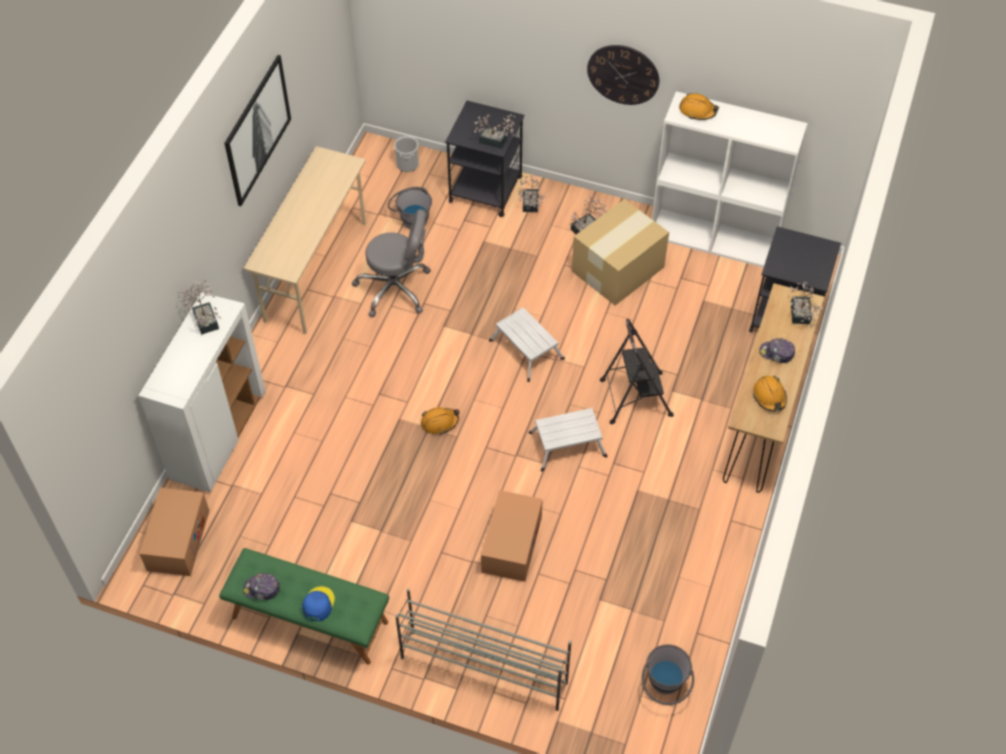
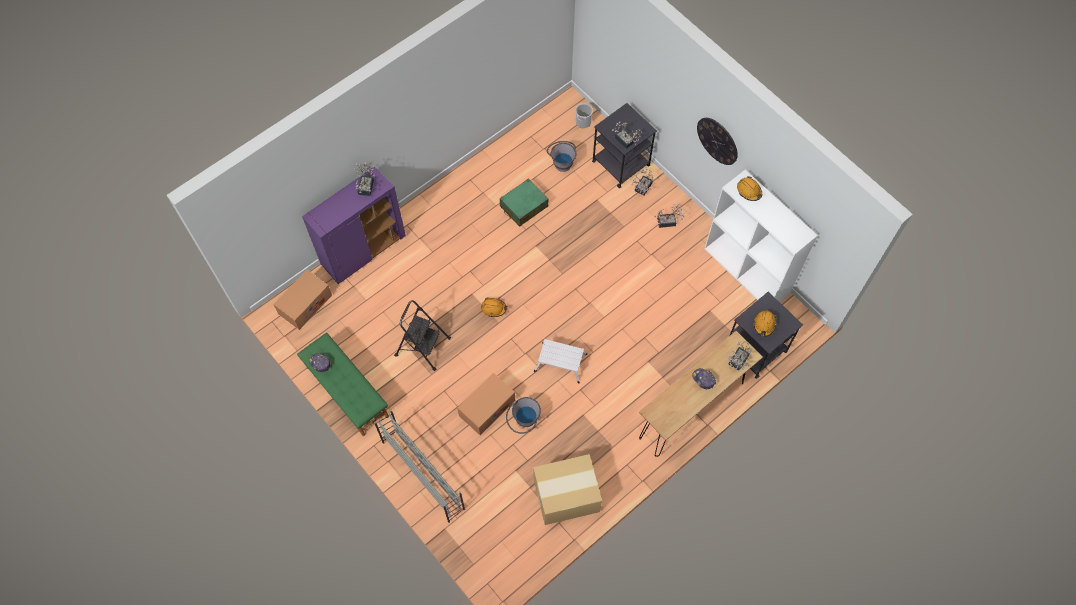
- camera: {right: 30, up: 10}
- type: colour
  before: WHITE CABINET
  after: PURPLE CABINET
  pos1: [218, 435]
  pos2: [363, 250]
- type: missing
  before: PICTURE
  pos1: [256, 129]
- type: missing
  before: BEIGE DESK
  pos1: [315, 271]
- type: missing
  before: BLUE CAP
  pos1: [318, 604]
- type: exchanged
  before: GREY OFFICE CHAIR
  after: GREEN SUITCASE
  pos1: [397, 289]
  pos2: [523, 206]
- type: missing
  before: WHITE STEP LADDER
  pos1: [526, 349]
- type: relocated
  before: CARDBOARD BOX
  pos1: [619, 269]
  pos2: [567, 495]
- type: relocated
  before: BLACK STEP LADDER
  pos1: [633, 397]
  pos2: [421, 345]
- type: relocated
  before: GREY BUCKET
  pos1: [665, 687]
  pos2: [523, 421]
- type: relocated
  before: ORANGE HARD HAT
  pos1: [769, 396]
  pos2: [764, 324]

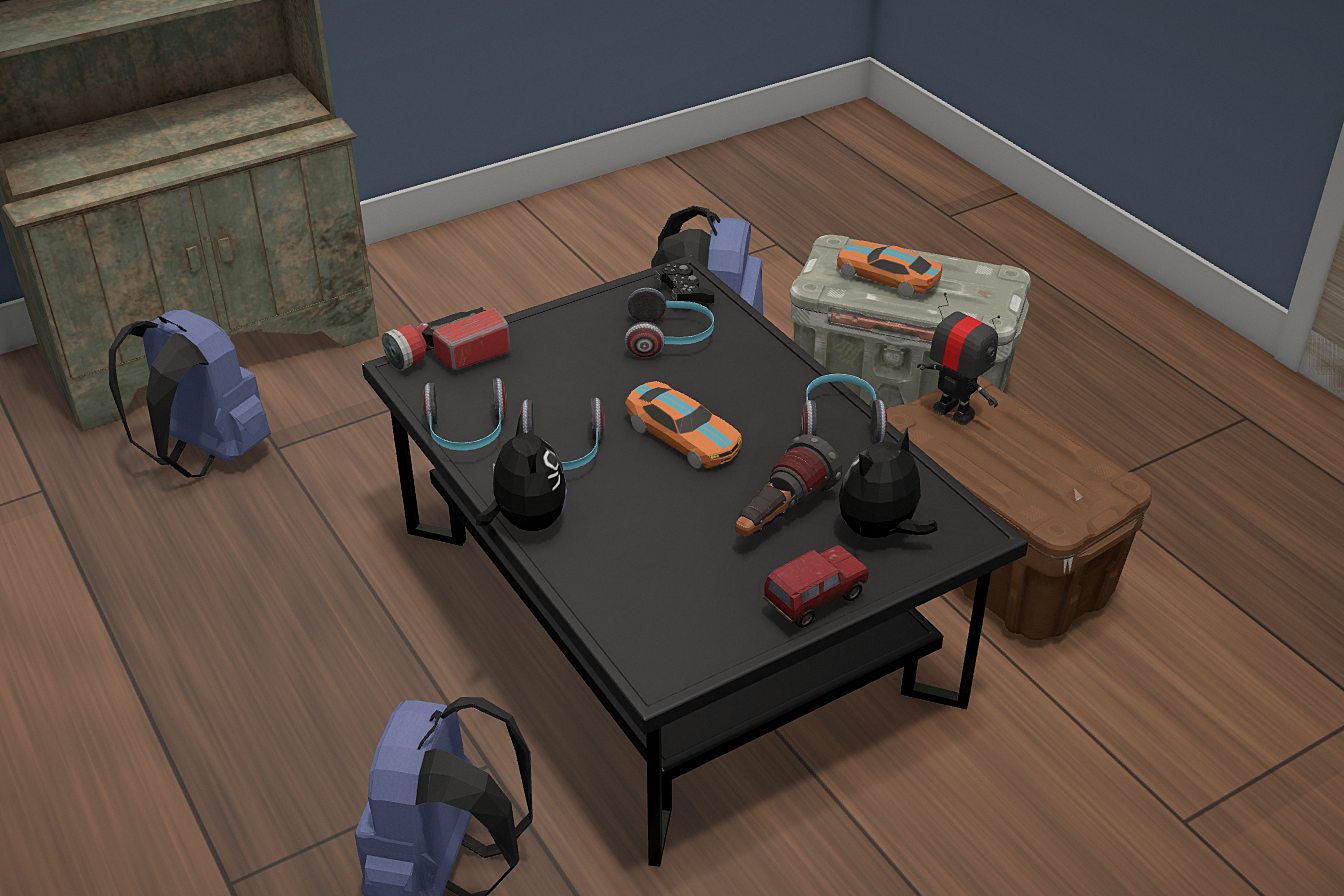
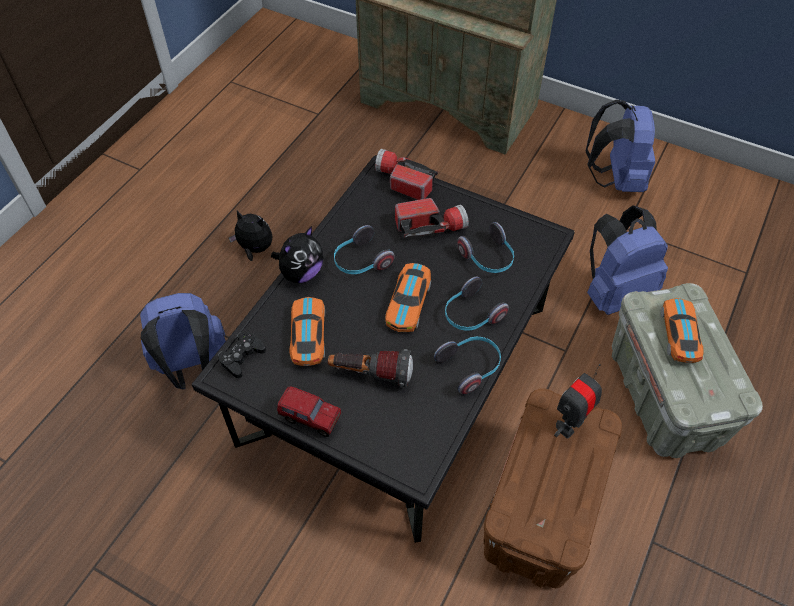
- camera: {right: 60, up: 15}
- type: relocated
  before: BLUE BACKPACK
  pos1: [205, 456]
  pos2: [615, 179]
- type: relocated
  before: HEADPHONES
  pos1: [467, 434]
  pos2: [471, 315]
- type: relocated
  before: BLACK GAME CONTROLLER
  pos1: [683, 293]
  pos2: [242, 357]
- type: relocated
  before: PLUSH TOY
  pos1: [880, 532]
  pos2: [255, 249]
- type: spun
  before: TOY ROBOT
  pos1: [954, 412]
  pos2: [570, 425]
  turn: -150
- type: appeared
  after: TOY CAR
  pos2: [308, 336]
- type: appeared
  after: FLASHLIGHT
  pos2: [430, 226]

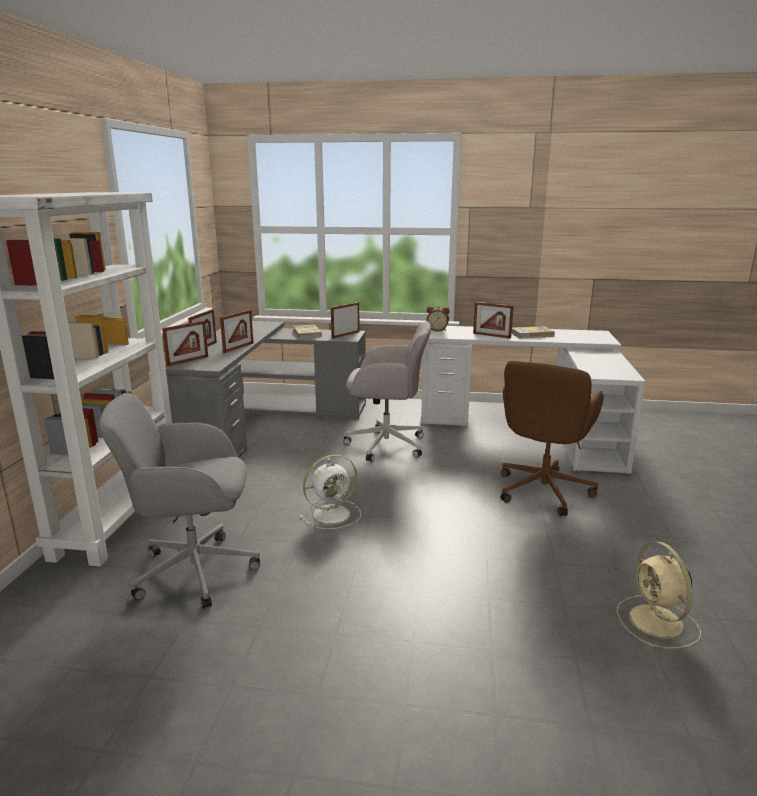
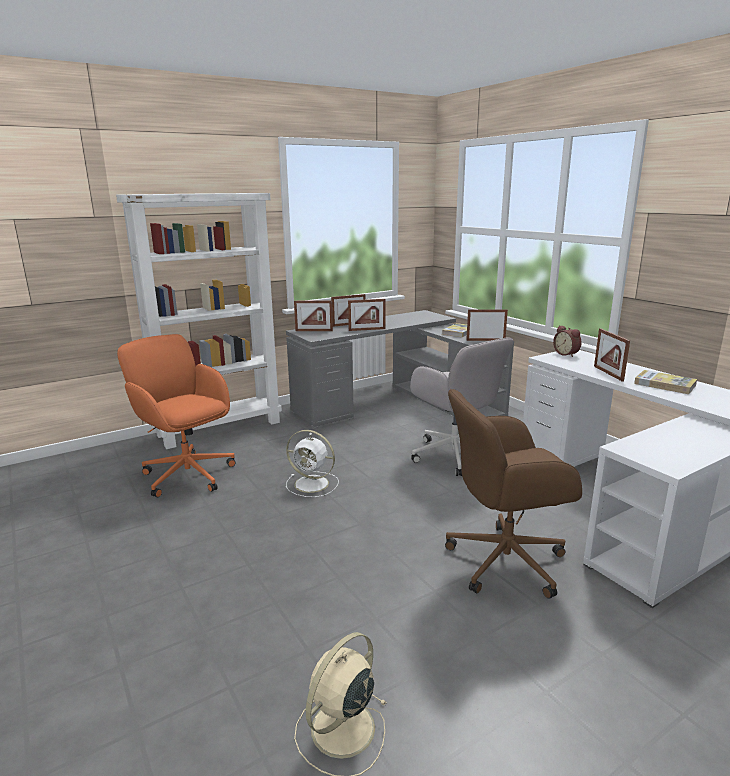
- camera: {right: 50, up: 0}
- type: colour
  before: GREY OFFICE CHAIR
  after: ORANGE OFFICE CHAIR
  pos1: [194, 571]
  pos2: [188, 475]

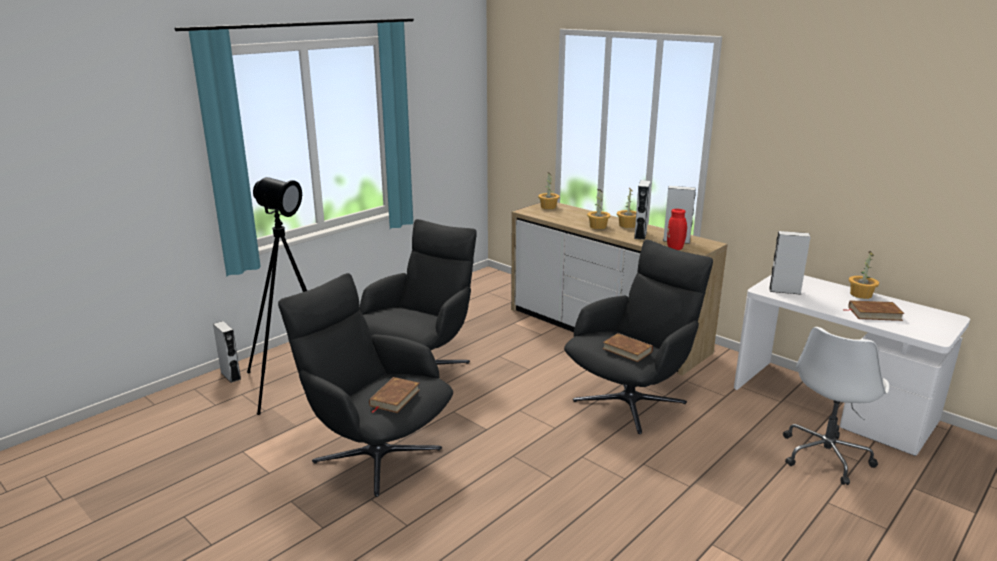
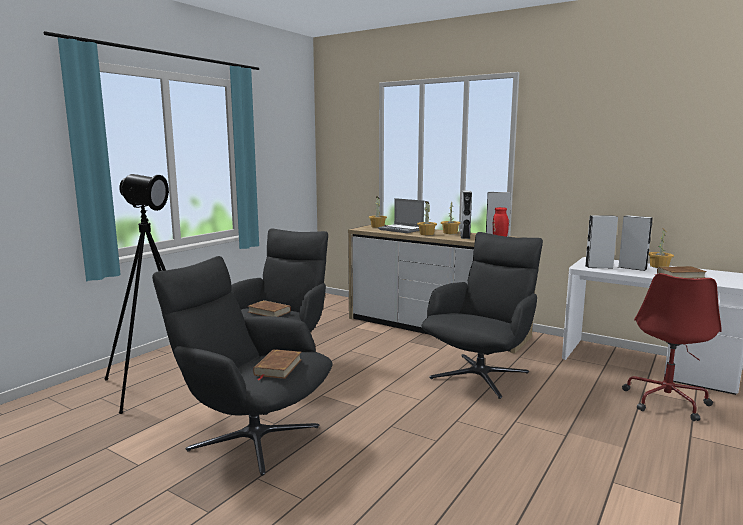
- camera: {right: -10, up: -10}
- type: relocated
  before: GREY SPEAKER
  pos1: [230, 376]
  pos2: [632, 268]
- type: relocated
  before: BROWN BOOK
  pos1: [627, 350]
  pos2: [269, 312]
- type: colour
  before: WHITE OFFICE CHAIR
  after: RED OFFICE CHAIR
  pos1: [824, 458]
  pos2: [666, 403]
- type: appeared
  after: LAPTOP
  pos2: [401, 230]

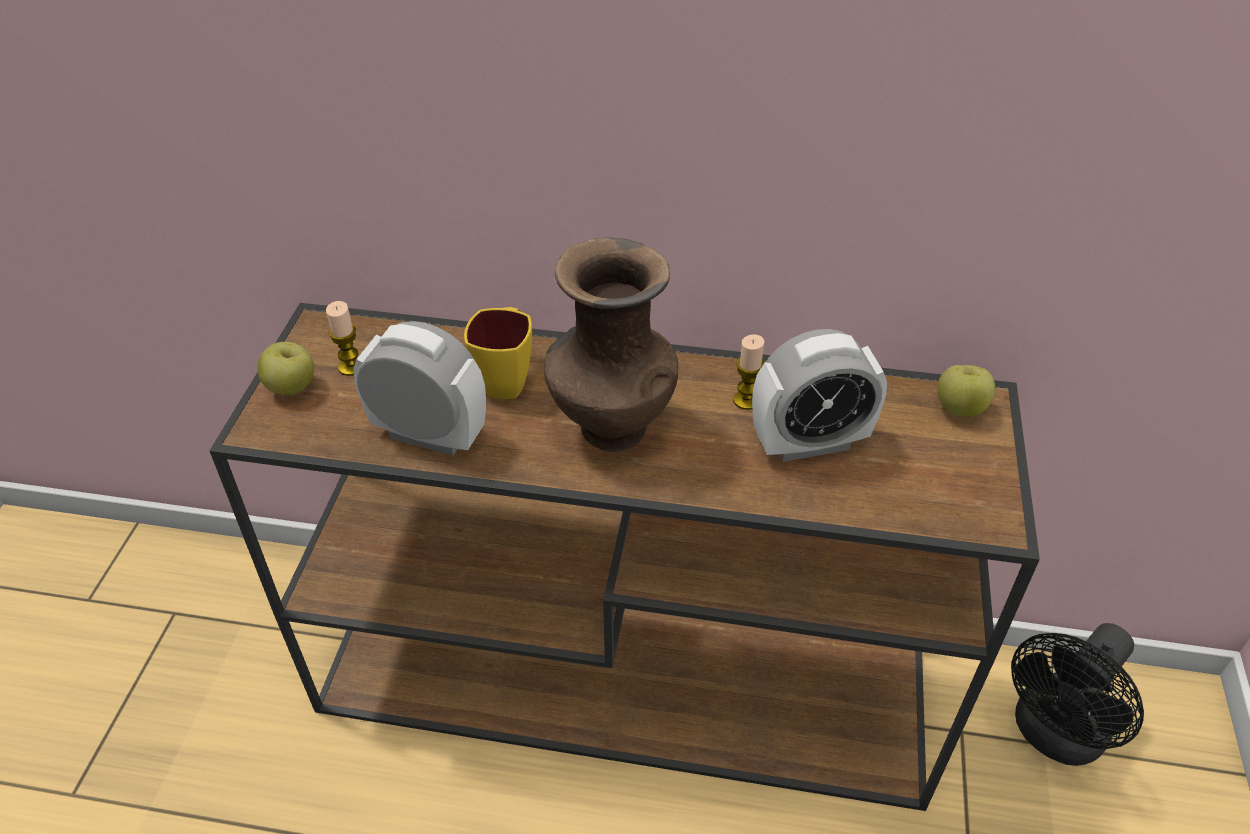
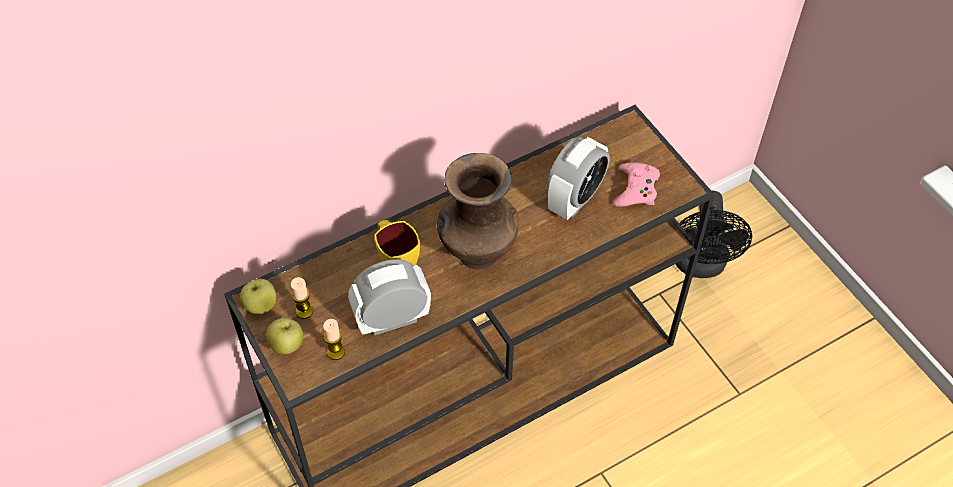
- camera: {right: -40, up: 10}
- type: relocated
  before: CANDLE
  pos1: [746, 400]
  pos2: [336, 352]
- type: relocated
  before: APPLE
  pos1: [959, 409]
  pos2: [261, 305]
- type: appeared
  after: PINK GAME CONTROLLER
  pos2: [636, 189]

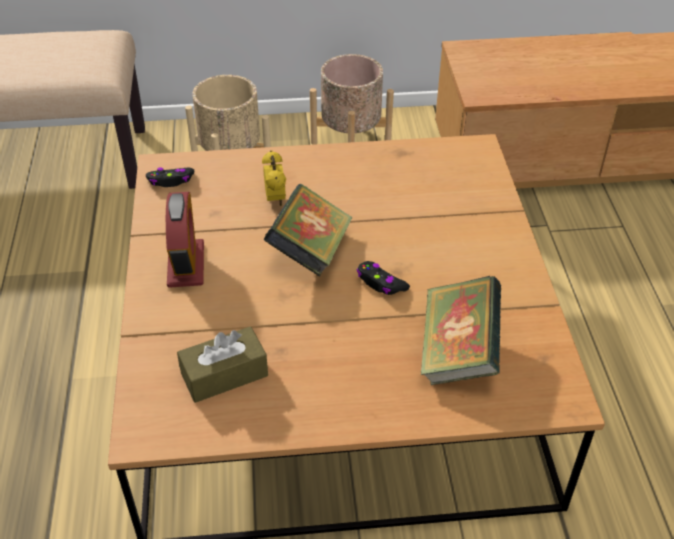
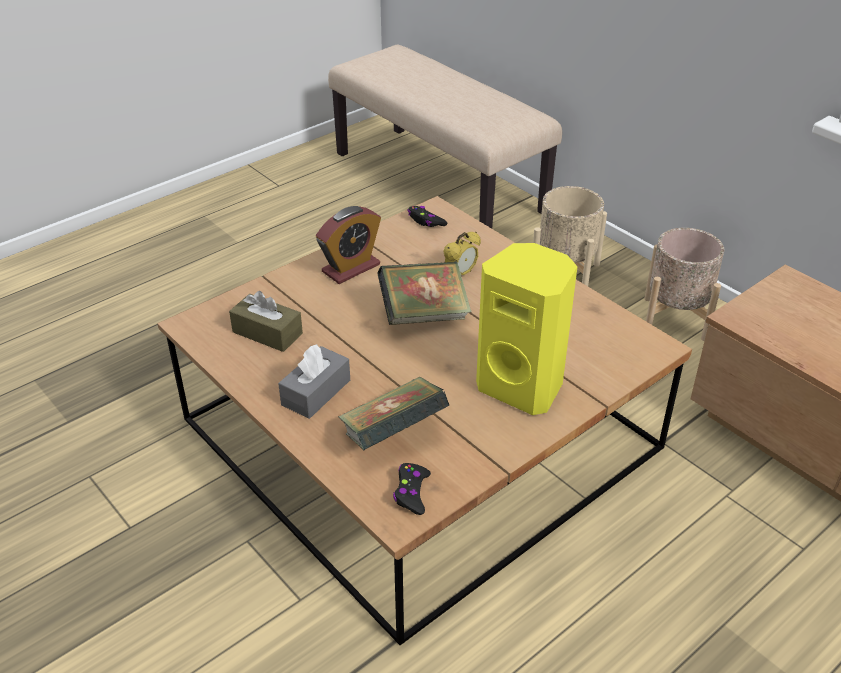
- camera: {right: 55, up: -5}
- type: relocated
  before: BLACK GAME CONTROLLER
  pos1: [381, 283]
  pos2: [411, 493]
- type: appeared
  after: GREY TISSUE BOX
  pos2: [316, 392]
- type: appeared
  after: YELLOW SPEAKER
  pos2: [522, 386]

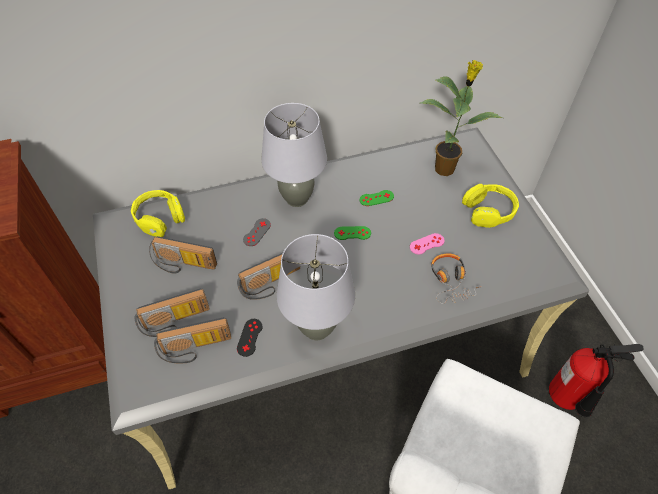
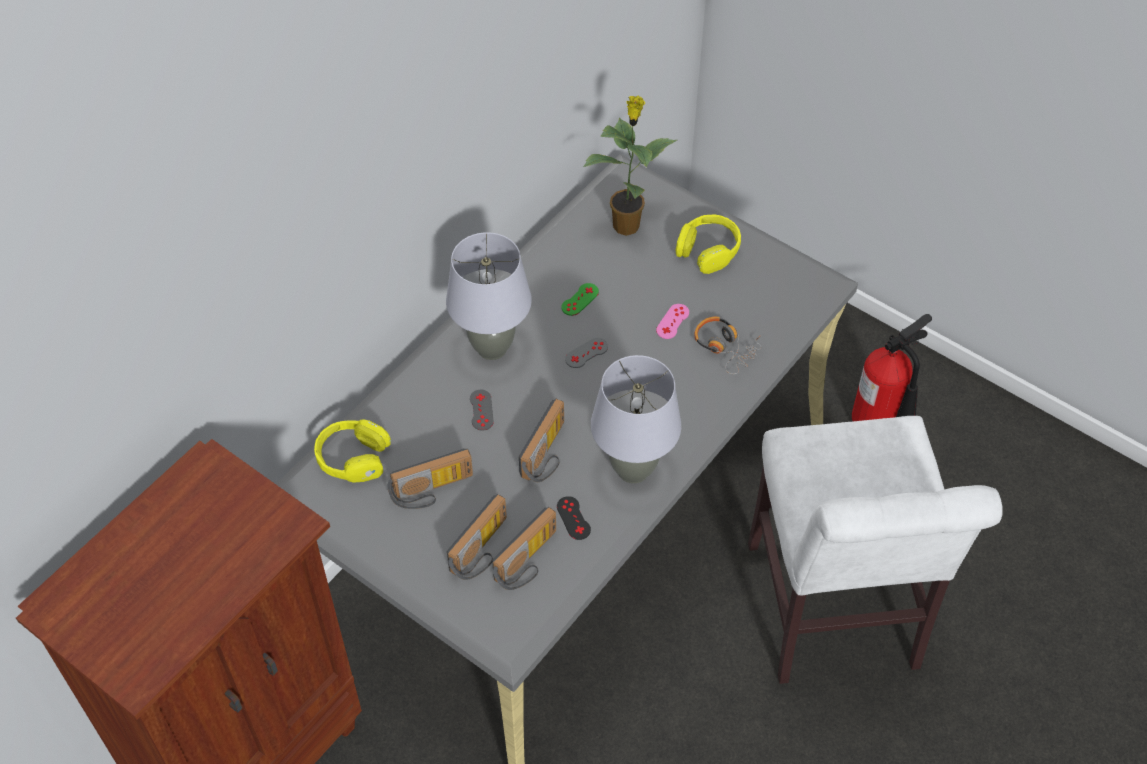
- camera: {right: -35, up: 0}
- type: colour
  before: GREEN GAME CONTROLLER
  after: GREY GAME CONTROLLER
  pos1: [352, 233]
  pos2: [586, 353]

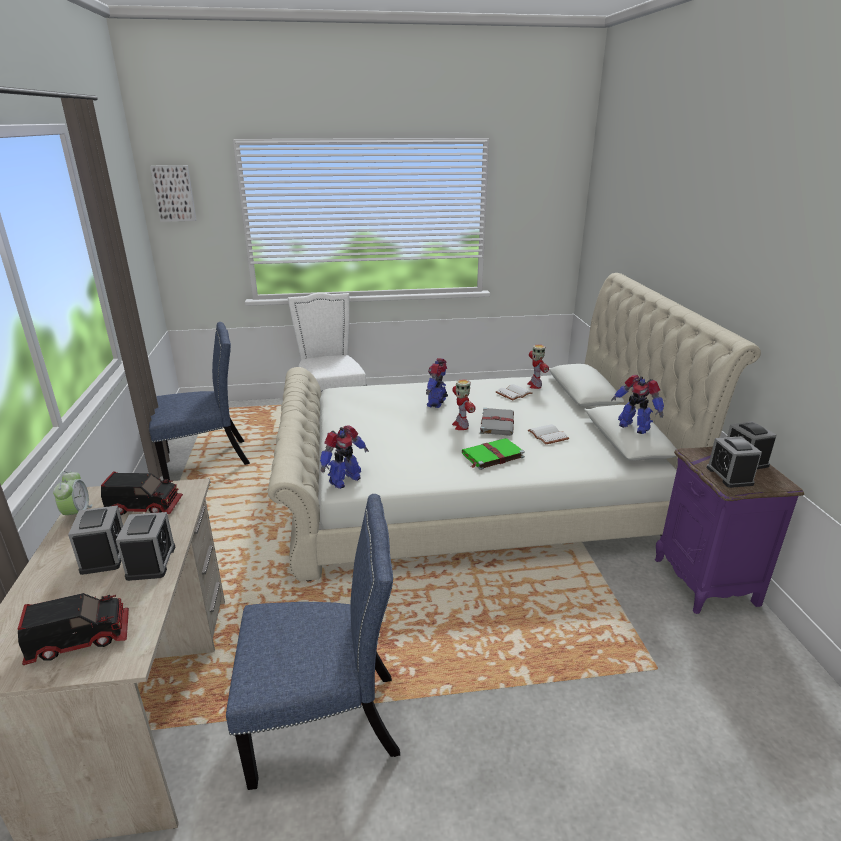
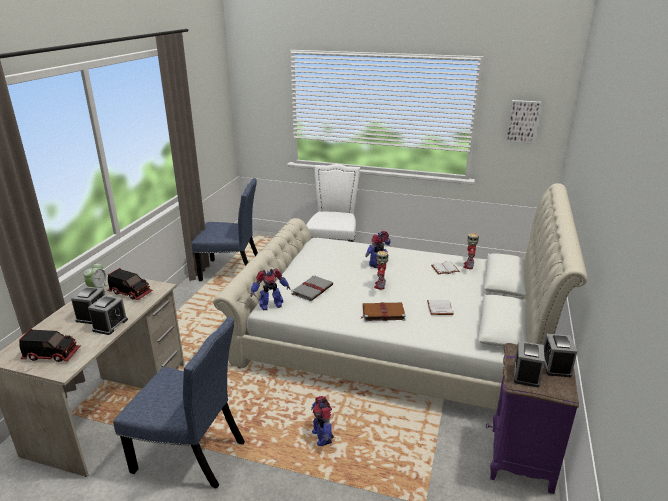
- camera: {right: 25, up: 0}
- type: relocated
  before: PICTURE
  pos1: [174, 193]
  pos2: [523, 121]
- type: colour
  before: GREEN BOOK
  after: BROWN BOOK
  pos1: [492, 455]
  pos2: [382, 313]
- type: relocated
  before: GREY BOOK
  pos1: [497, 423]
  pos2: [313, 289]
- type: relocated
  before: TOY ROBOT
  pos1: [634, 427]
  pos2: [322, 437]

